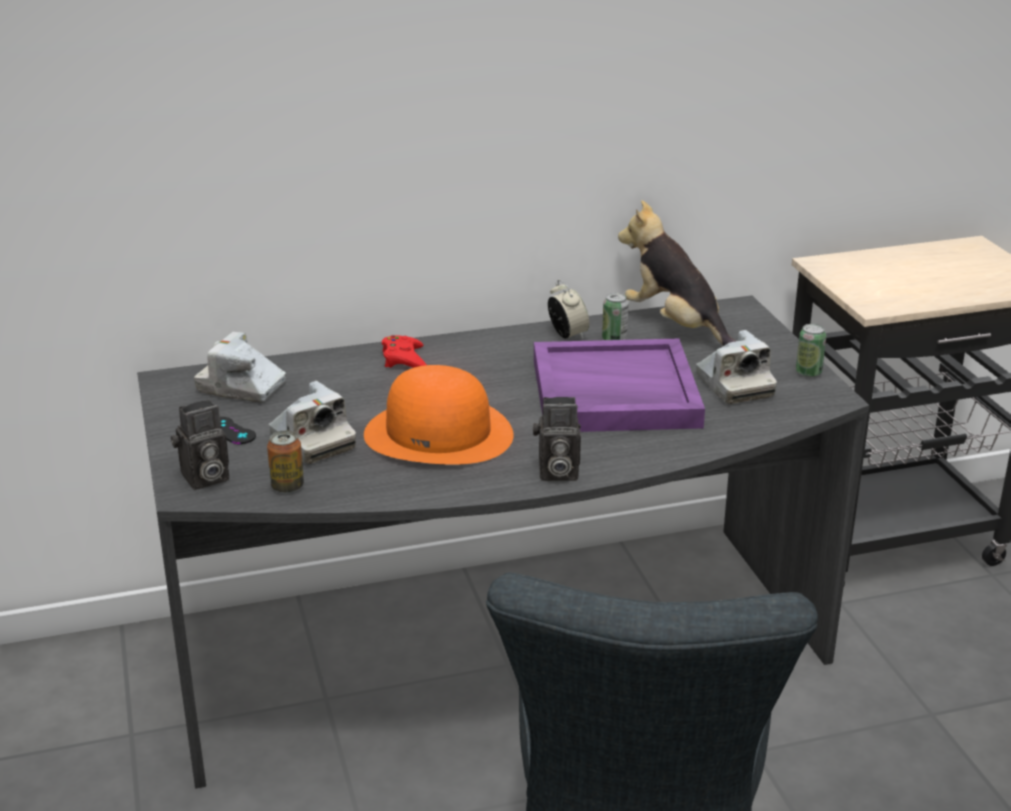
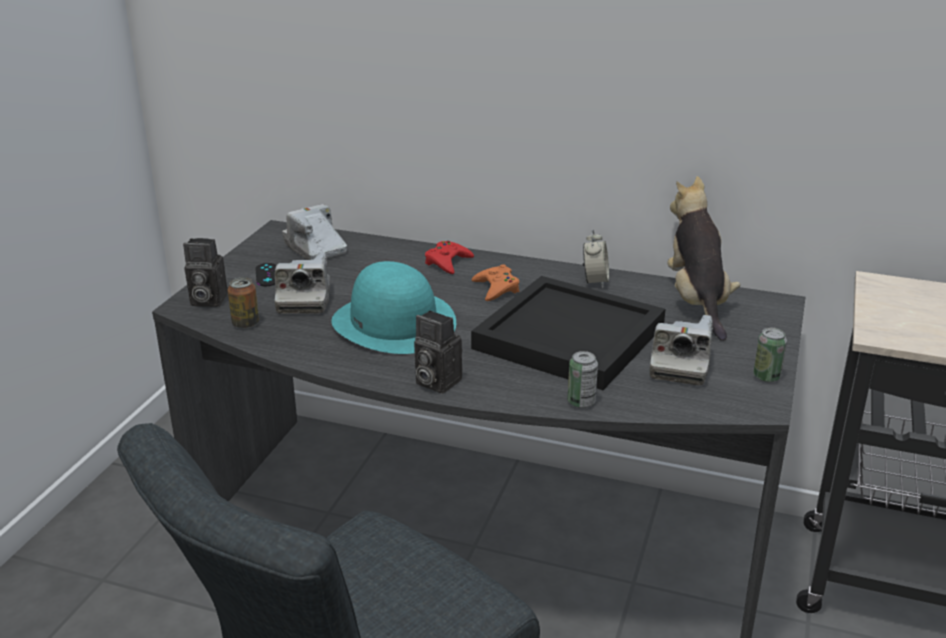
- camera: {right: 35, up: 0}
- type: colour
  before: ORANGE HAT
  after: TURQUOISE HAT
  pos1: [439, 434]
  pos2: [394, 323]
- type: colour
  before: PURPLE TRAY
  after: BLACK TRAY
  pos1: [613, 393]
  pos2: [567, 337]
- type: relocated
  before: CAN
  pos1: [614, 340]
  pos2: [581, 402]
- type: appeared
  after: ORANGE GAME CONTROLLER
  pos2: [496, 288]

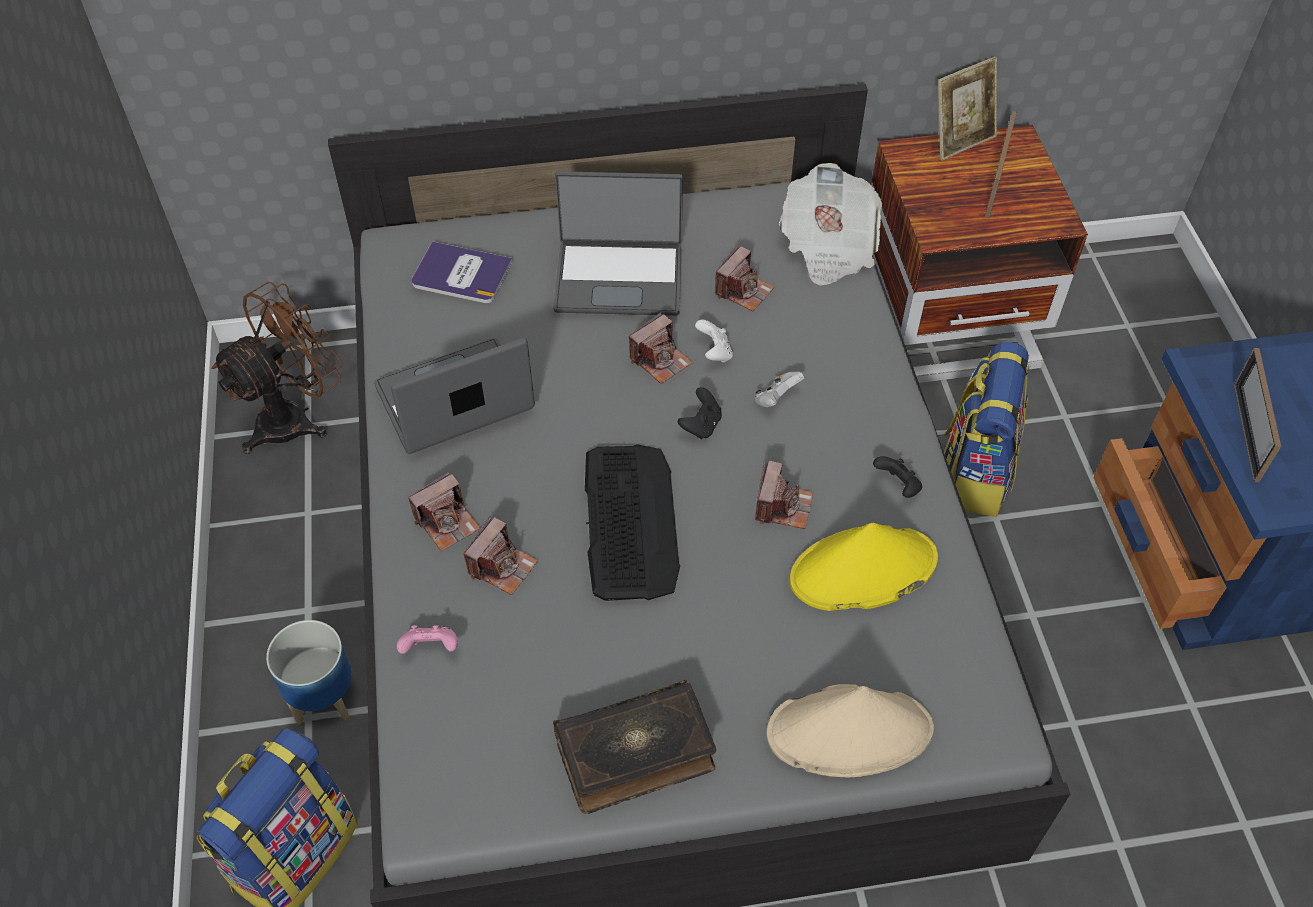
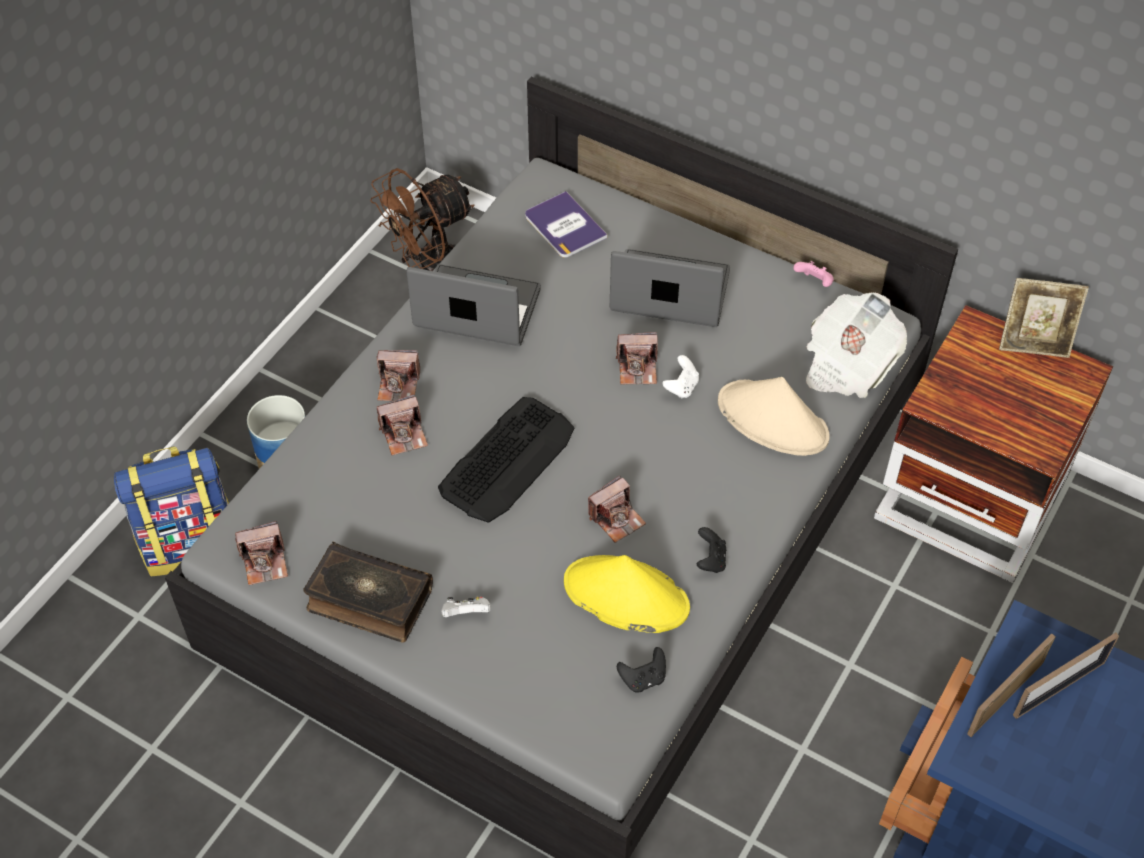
- camera: {right: 40, up: 0}
- type: spun
  before: BROWN FAN
  pos1: [295, 417]
  pos2: [430, 269]
  turn: 150
- type: relocated
  before: PINK GAME CONTROLLER
  pos1: [431, 648]
  pos2: [814, 282]
- type: spun
  before: LAPTOP
  pos1: [619, 278]
  pos2: [669, 294]
  turn: 150
- type: relocated
  before: BLACK GAME CONTROLLER
  pos1: [701, 425]
  pos2: [643, 678]
- type: relocated
  before: PHOTO CAMERA
  pos1: [743, 291]
  pos2: [265, 562]
- type: relocated
  before: WHITE GAME CONTROLLER
  pos1: [776, 398]
  pos2: [466, 614]
- type: relocated
  before: BEIGE HAT
  pos1: [850, 731]
  pos2: [773, 420]
- type: missing
  before: BACKPACK
  pos1: [973, 472]
- type: relocated
  before: PICTURE FRAME
  pos1: [995, 183]
  pos2: [1059, 688]

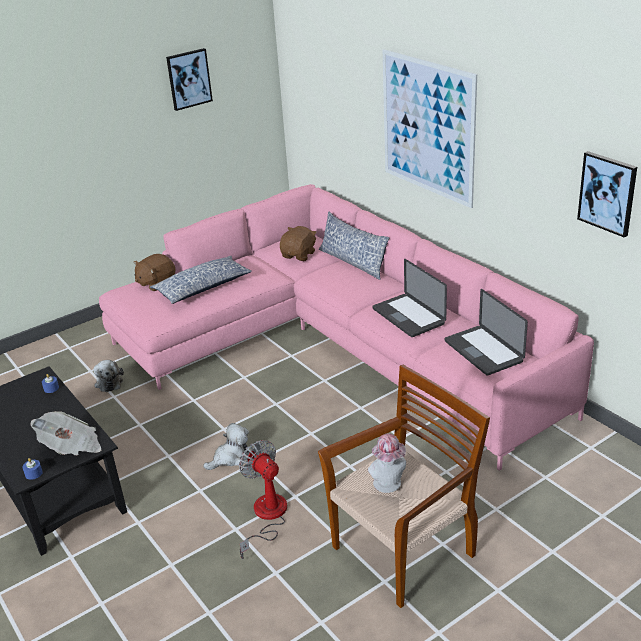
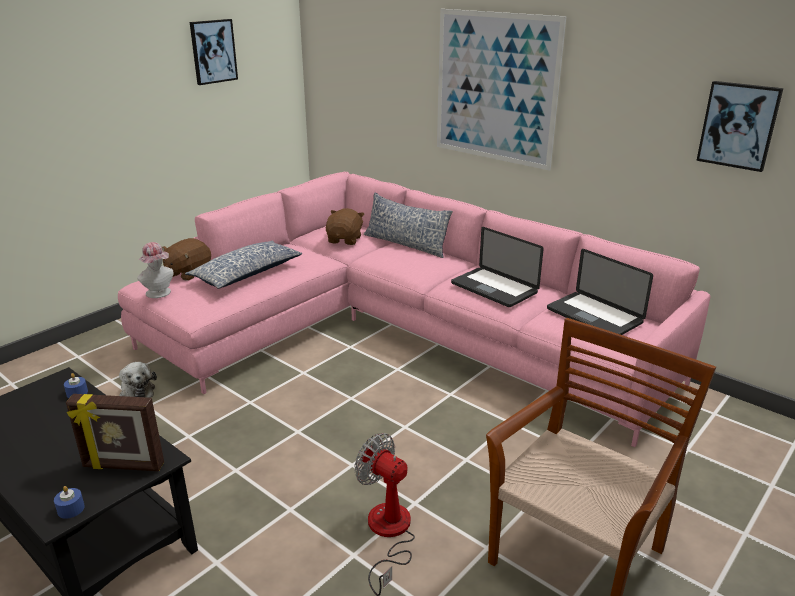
- camera: {right: -15, up: -5}
- type: exchanged
  before: NEWSPAPER
  after: PICTURE FRAME
  pos1: [71, 447]
  pos2: [123, 466]
- type: missing
  before: PLUSH TOY
  pos1: [230, 458]
- type: relocated
  before: HAT
  pos1: [389, 485]
  pos2: [159, 294]

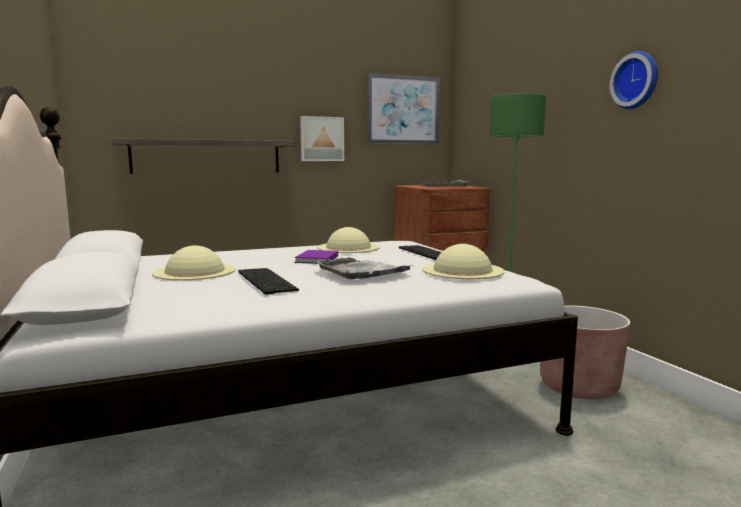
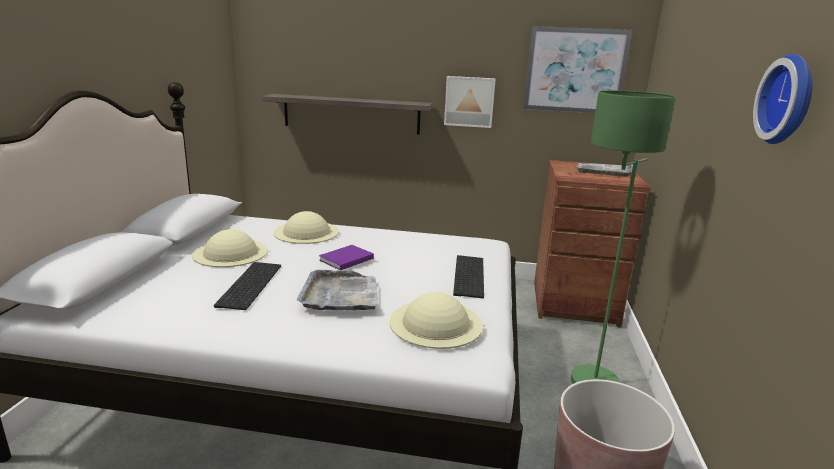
- camera: {right: 30, up: 10}
- type: relocated
  before: BEIGE HAT
  pos1: [348, 247]
  pos2: [306, 232]

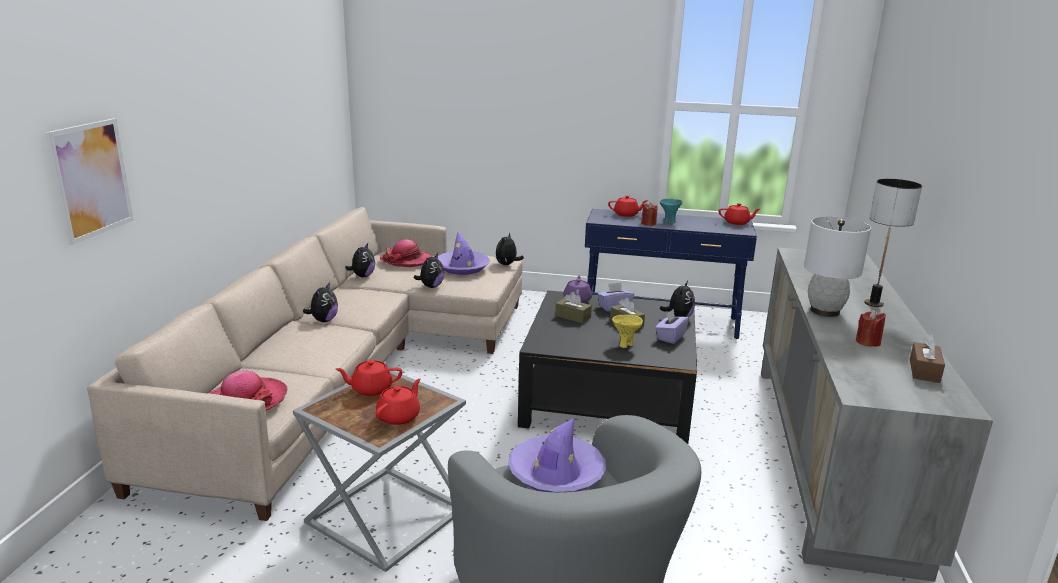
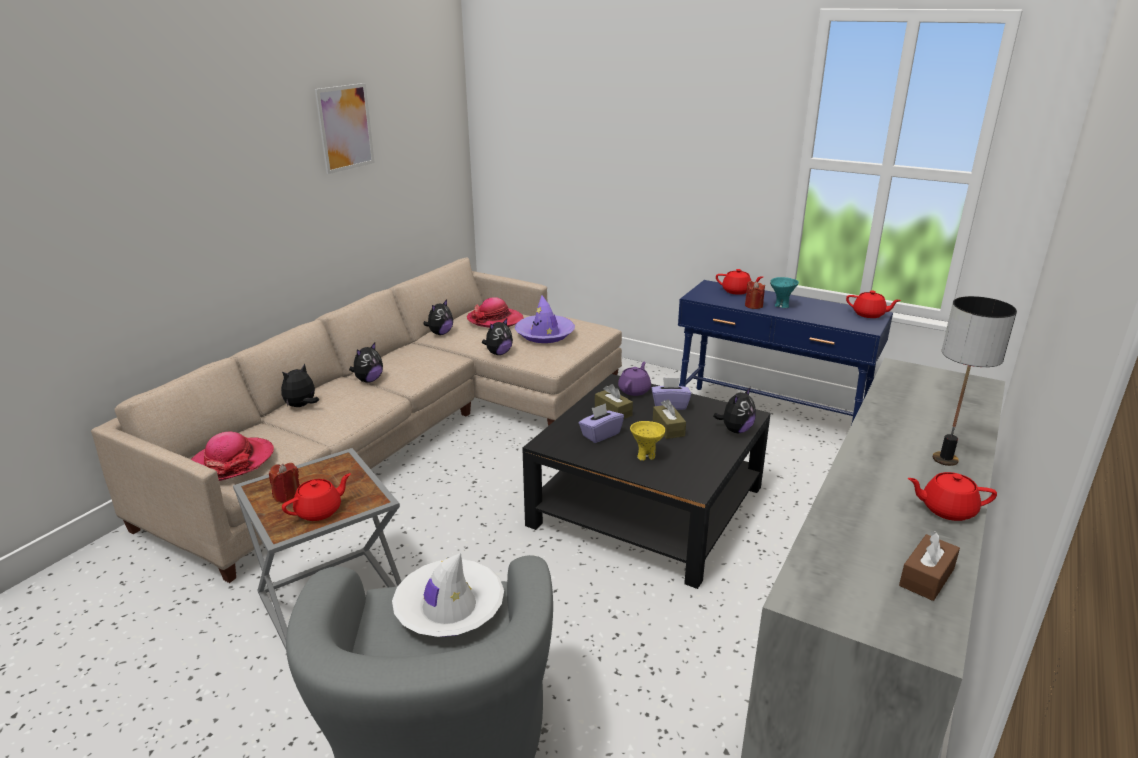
- camera: {right: 20, up: 5}
- type: relocated
  before: PICTURE
  pos1: [91, 179]
  pos2: [345, 127]
- type: relocated
  before: RED TEAPOT
  pos1: [371, 389]
  pos2: [946, 509]
- type: relocated
  before: PLUSH TOY
  pos1: [507, 265]
  pos2: [302, 406]
- type: colour
  before: PURPLE HAT
  after: WHITE HAT
  pos1: [556, 473]
  pos2: [449, 607]
- type: relocated
  before: PURPLE TISSUE BOX
  pos1: [670, 337]
  pos2: [600, 434]
- type: missing
  before: WHITE TABLE LAMP
  pos1: [824, 311]
- type: relocated
  before: RED CANDLE
  pos1: [868, 342]
  pos2: [287, 496]

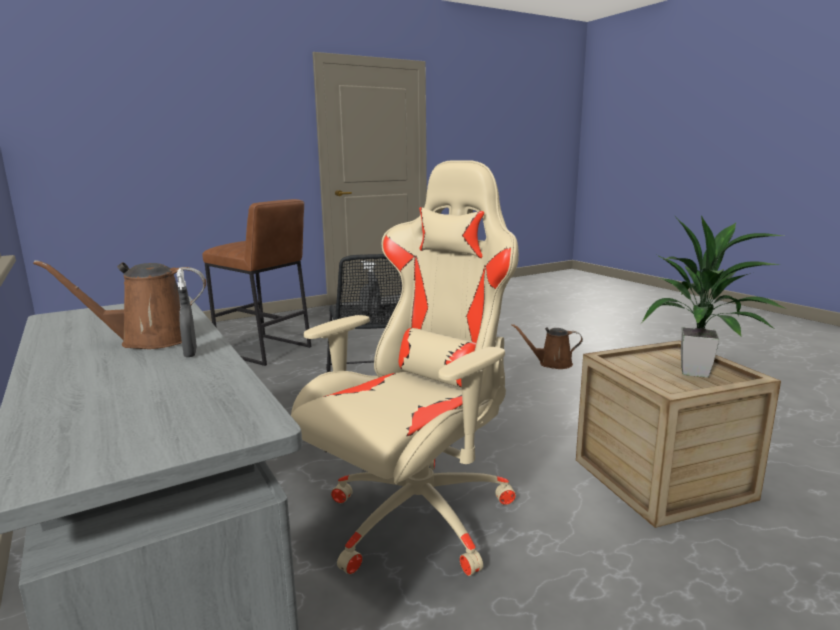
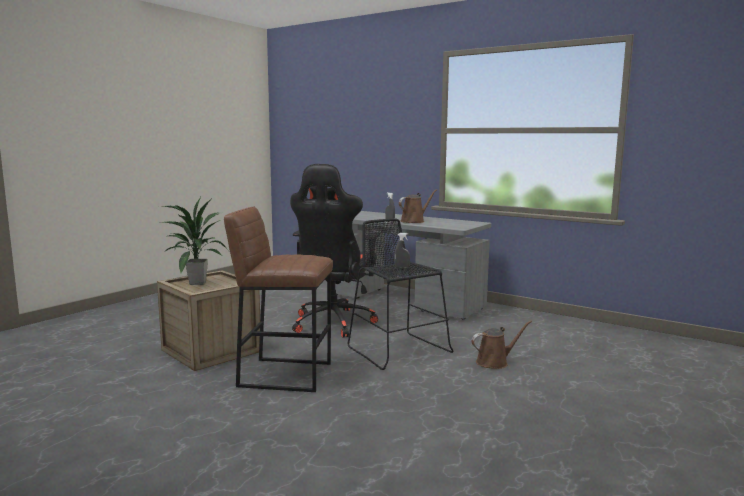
- camera: {right: 155, up: -5}
- type: relocated
  before: BROWN STOOL
  pos1: [265, 350]
  pos2: [284, 374]
- type: colour
  before: BEIGE OFFICE CHAIR
  after: BLACK OFFICE CHAIR
  pos1: [409, 525]
  pos2: [335, 320]
- type: relocated
  before: BROWN WATERING CAN
  pos1: [552, 363]
  pos2: [494, 362]

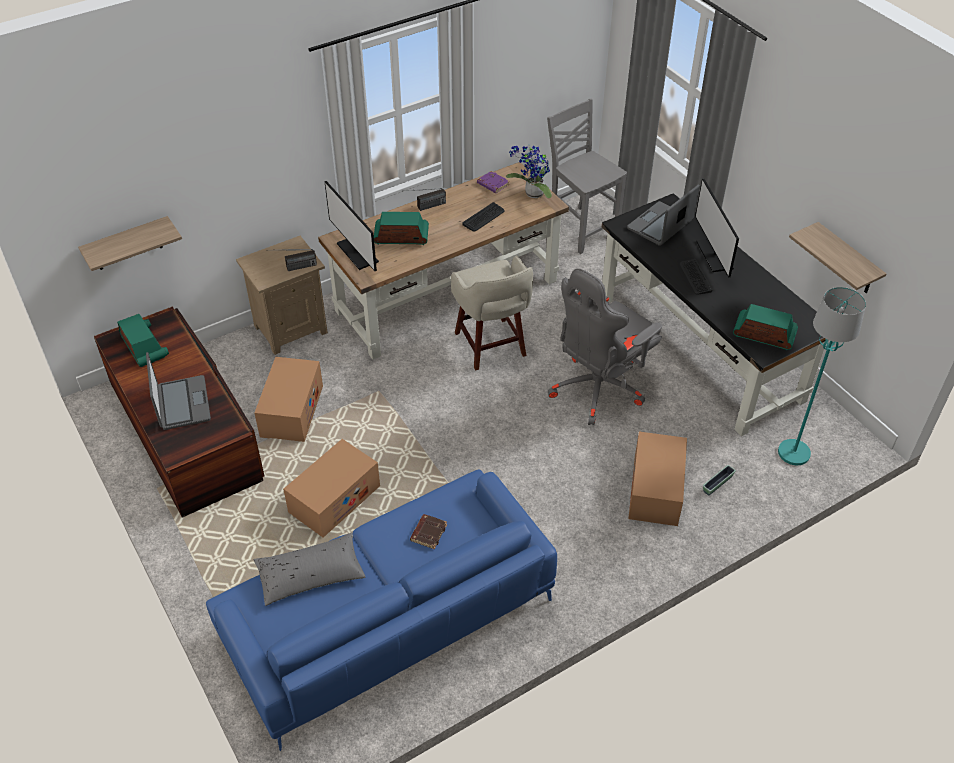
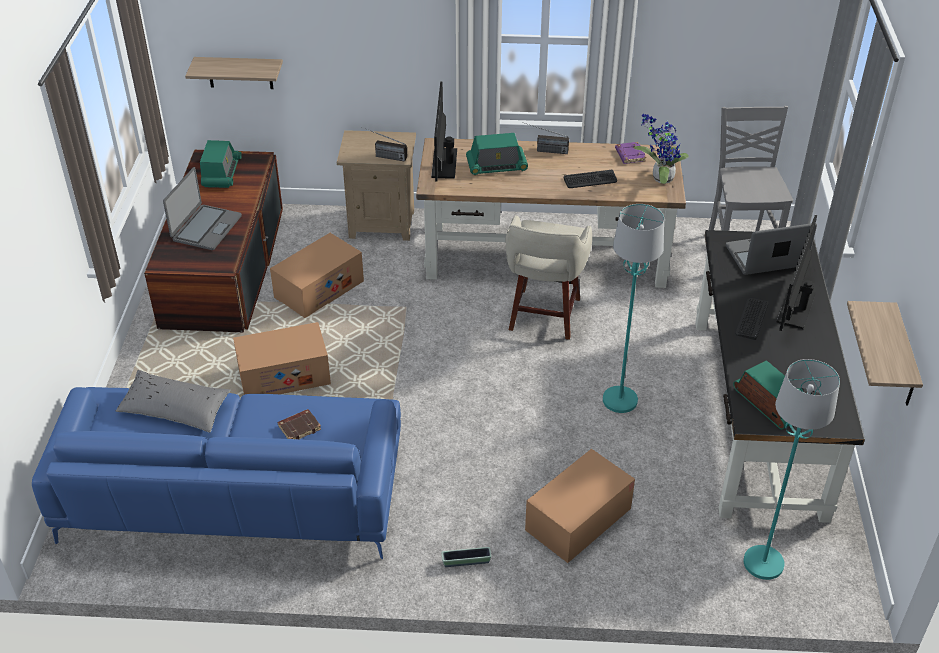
- camera: {right: 35, up: -5}
- type: spun
  before: RADIO
  pos1: [401, 237]
  pos2: [496, 166]
  turn: 135
- type: exchanged
  before: GREY OFFICE CHAIR
  after: TURQUOISE FLOOR LAMP
  pos1: [602, 385]
  pos2: [619, 400]
- type: relocated
  before: PLANTER
  pos1: [717, 484]
  pos2: [466, 561]

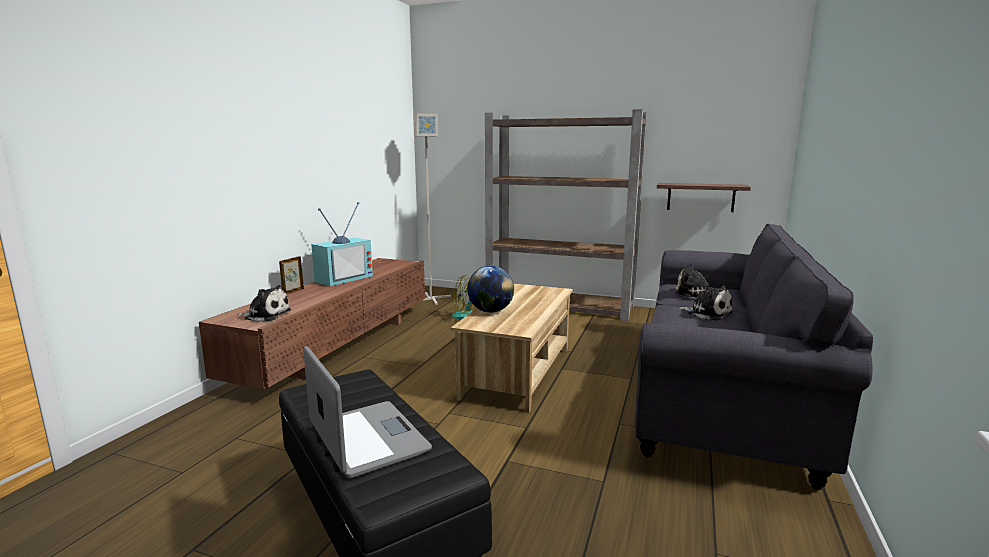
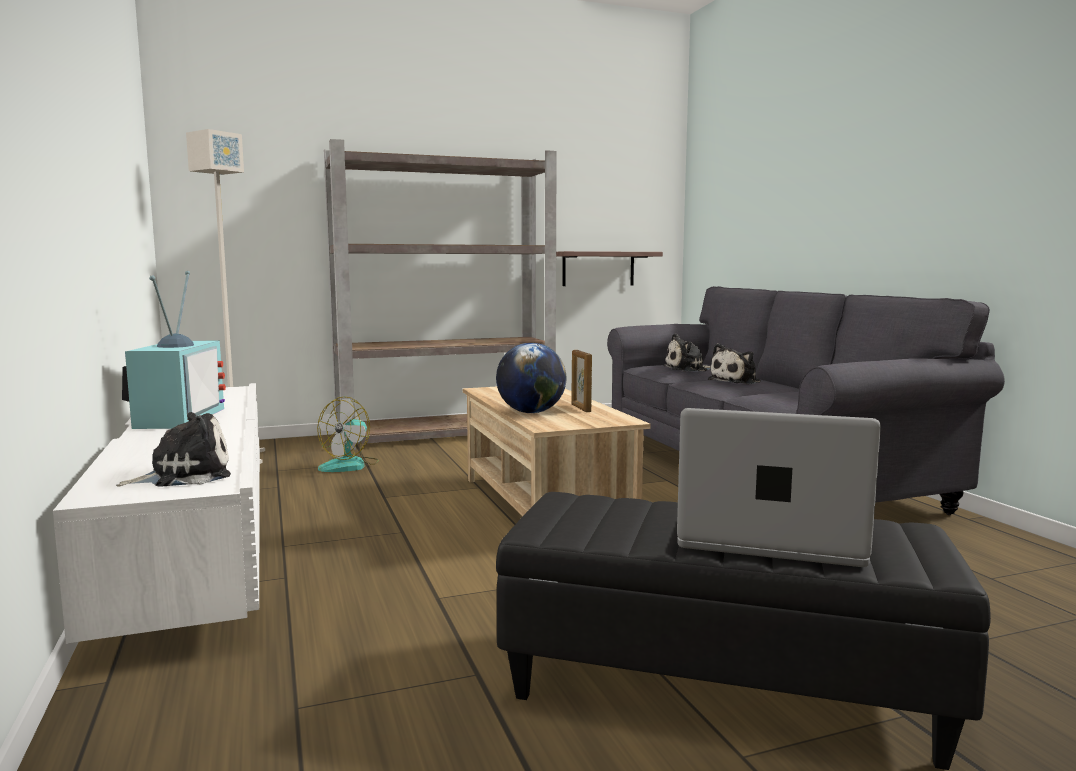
- camera: {right: -40, up: -5}
- type: colour
  before: BROWN TV STAND
  after: WHITE TV STAND
  pos1: [338, 344]
  pos2: [196, 543]
- type: relocated
  before: PICTURE FRAME
  pos1: [293, 292]
  pos2: [580, 408]
- type: spun
  before: PLUSH TOY
  pos1: [707, 313]
  pos2: [736, 381]
  turn: 135

